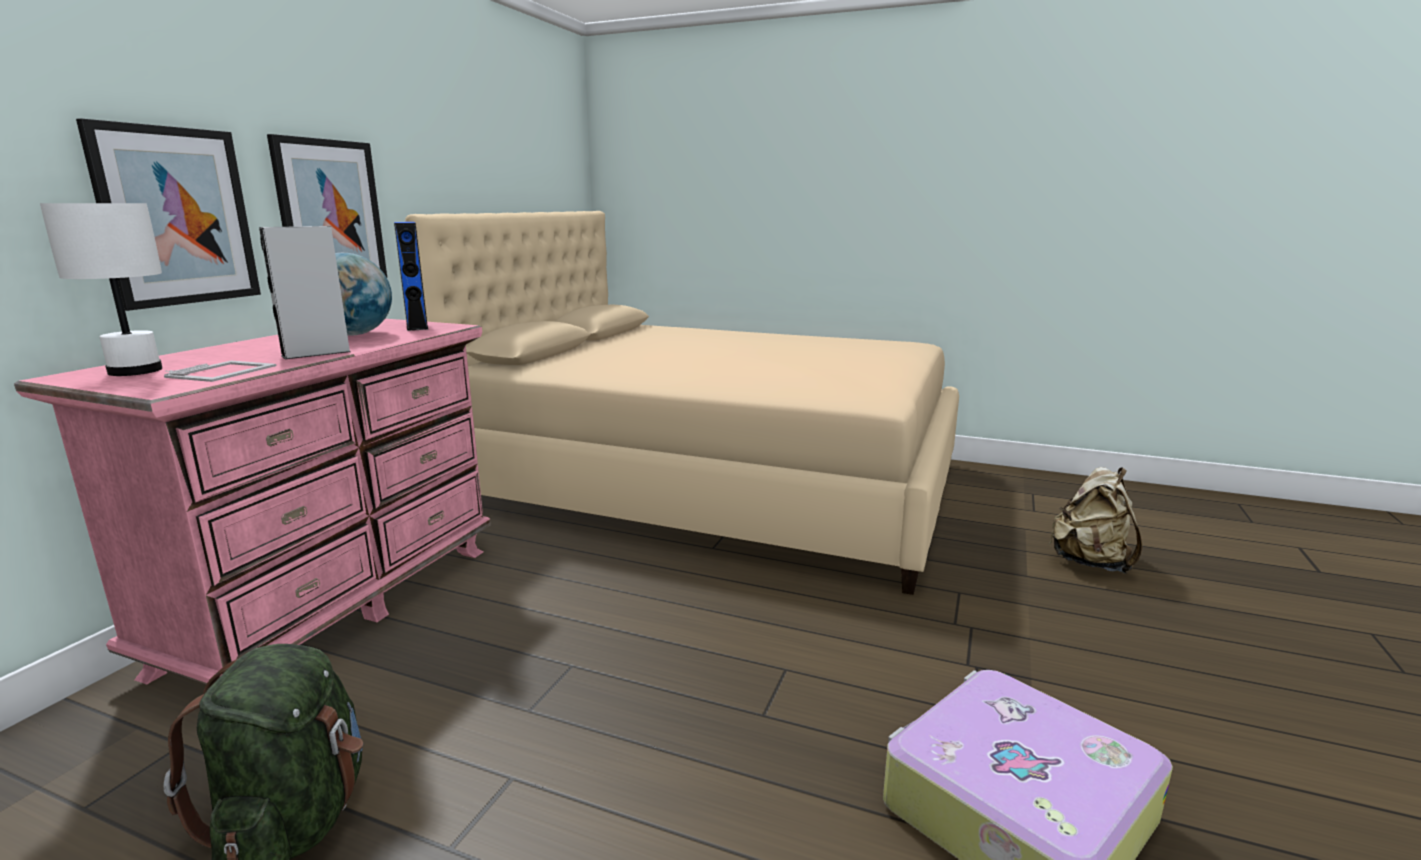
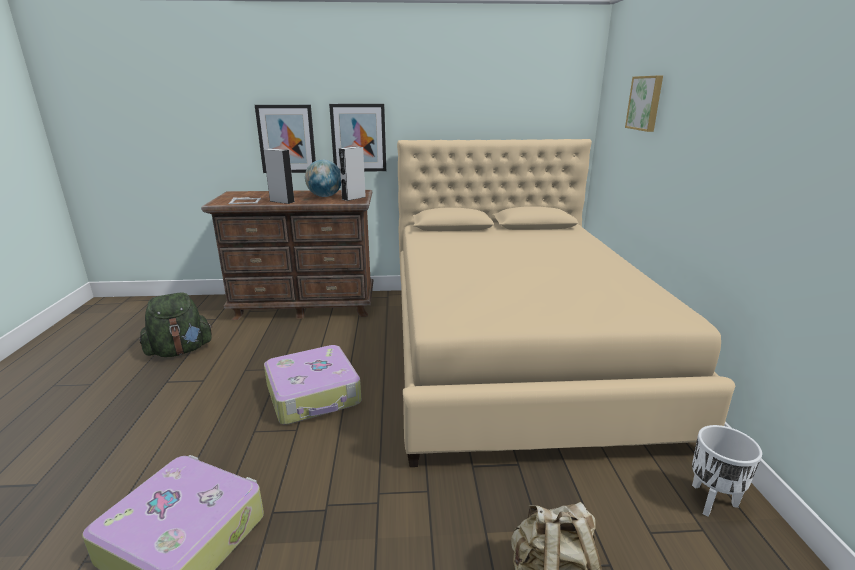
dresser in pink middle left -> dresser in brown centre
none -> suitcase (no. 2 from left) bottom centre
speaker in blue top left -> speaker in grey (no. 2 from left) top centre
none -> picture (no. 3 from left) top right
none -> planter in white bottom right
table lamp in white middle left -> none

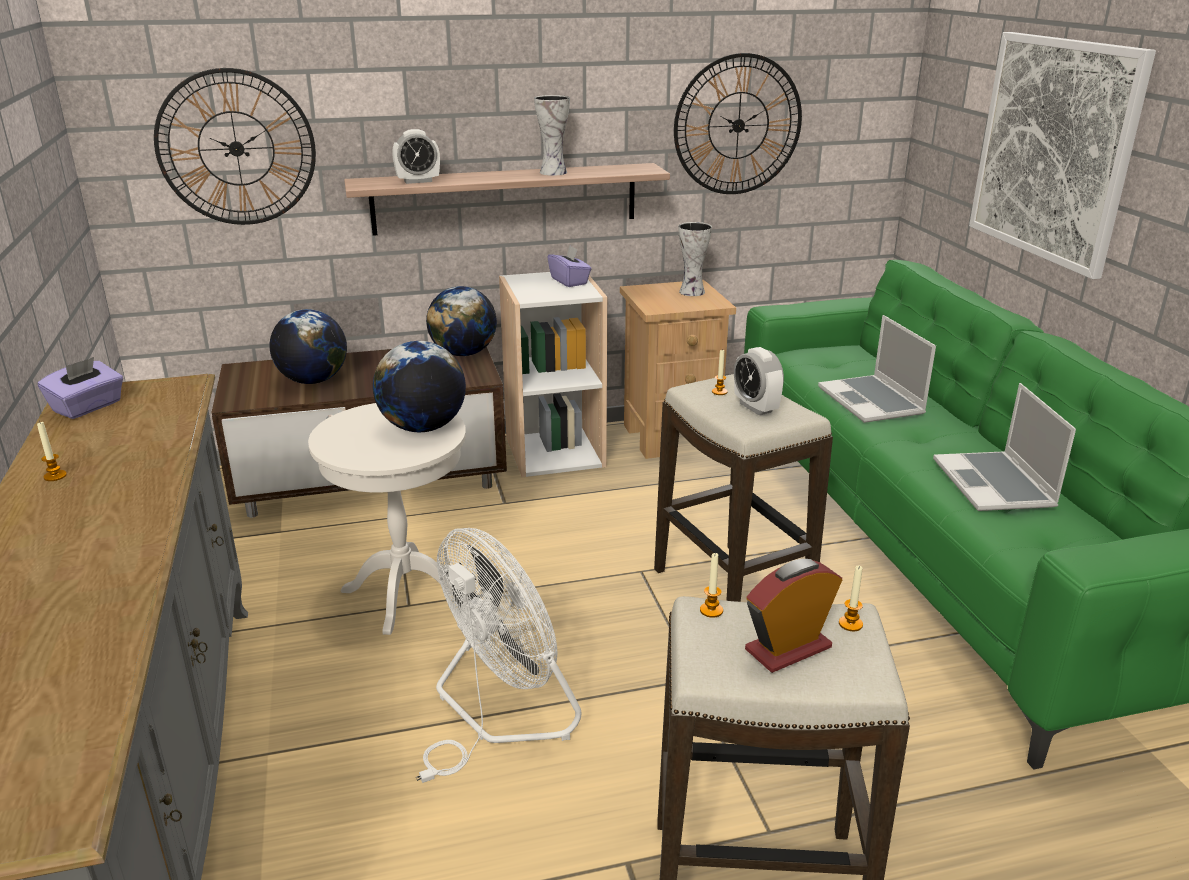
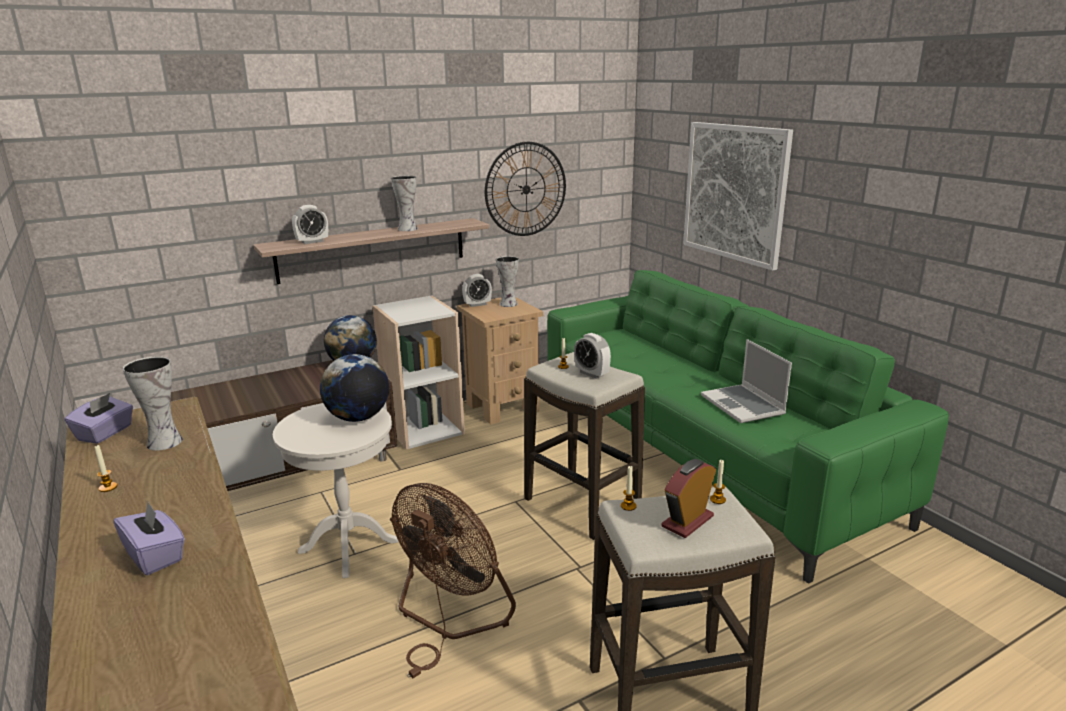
tissue box in purple (no. 2 from left) top centre -> tissue box in purple (no. 2 from left) bottom left, relocated
none -> vase (no. 1 from left) middle left
fan in white bottom centre -> fan in brown bottom centre
none -> alarm clock (no. 2 from left) centre
wall clock (no. 1 from left) top left -> none
globe (no. 1 from left) middle left -> none
laptop (no. 1 from left) middle right -> none

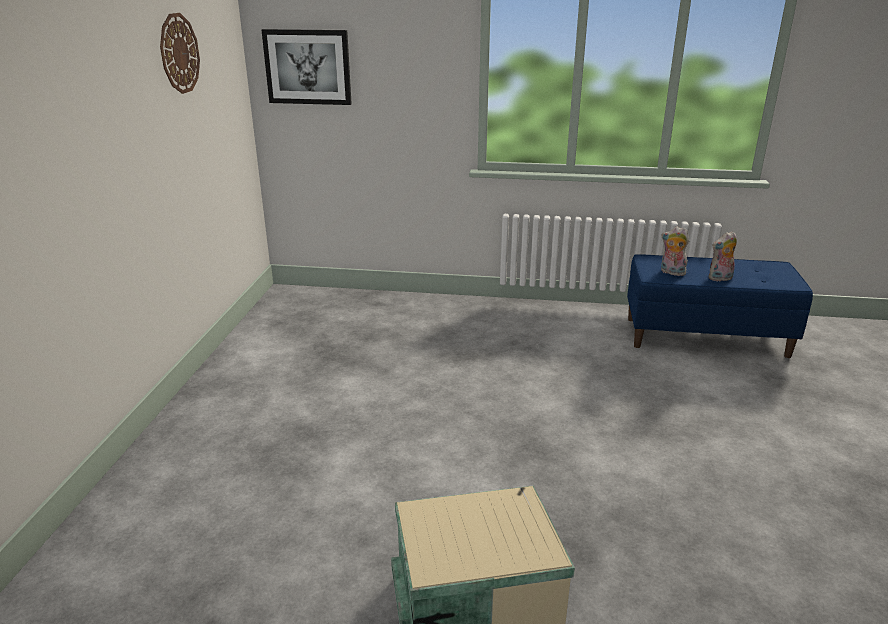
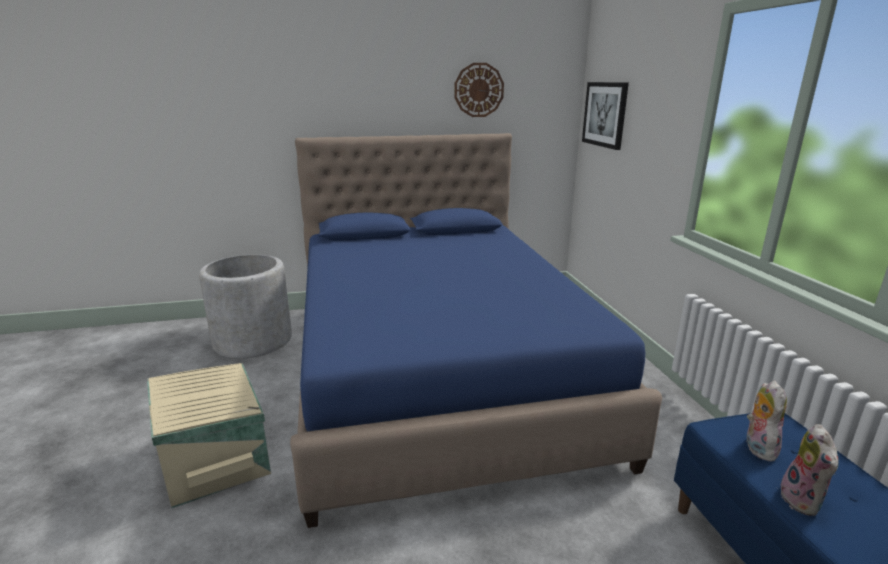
none -> planter in grey middle left
none -> bed in blue centre
plush toy (no. 2 from left) middle right -> plush toy (no. 2 from left) bottom right, 135 degrees counterclockwise

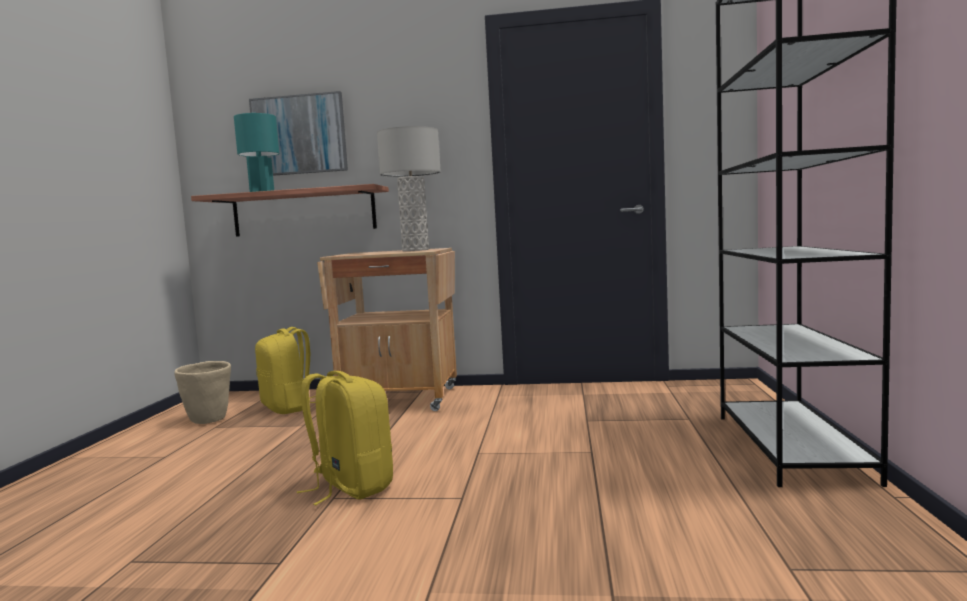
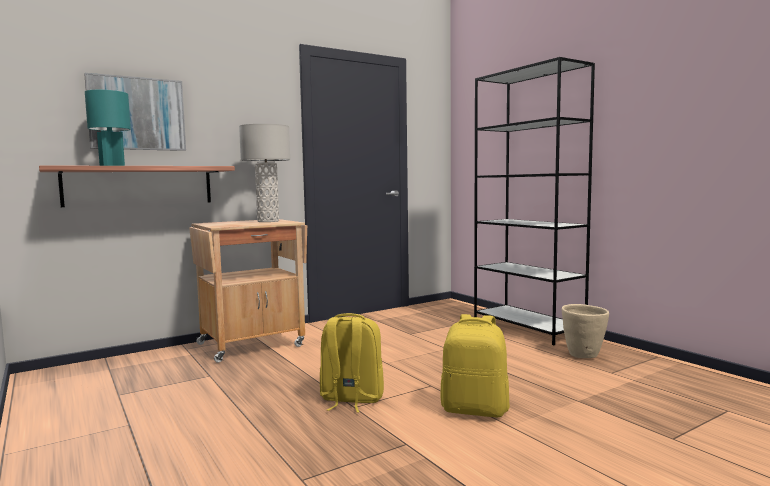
backpack in yellow (no. 1 from left in the first image) middle left -> backpack in yellow (no. 2 from left) bottom centre, relocated
planter in beige middle left -> planter in beige bottom right, relocated

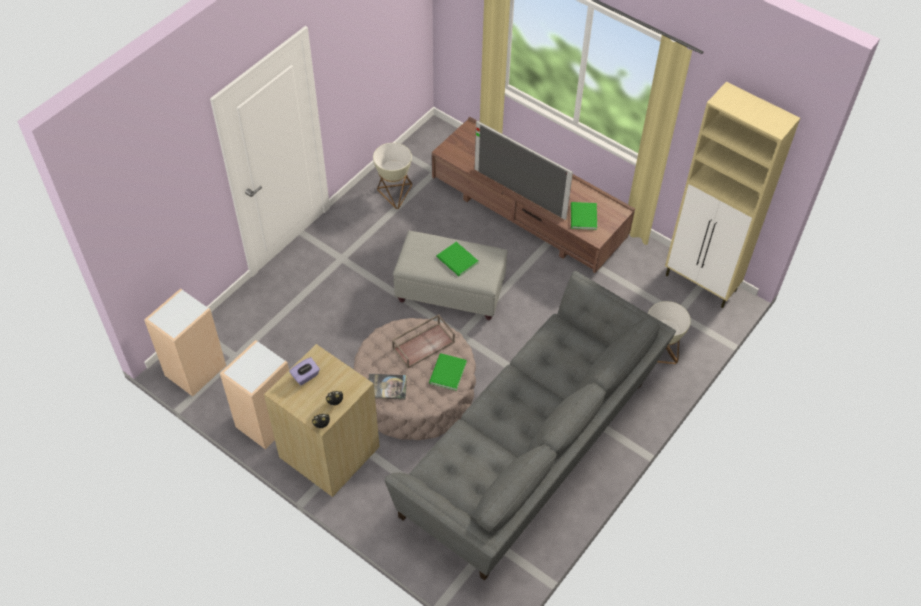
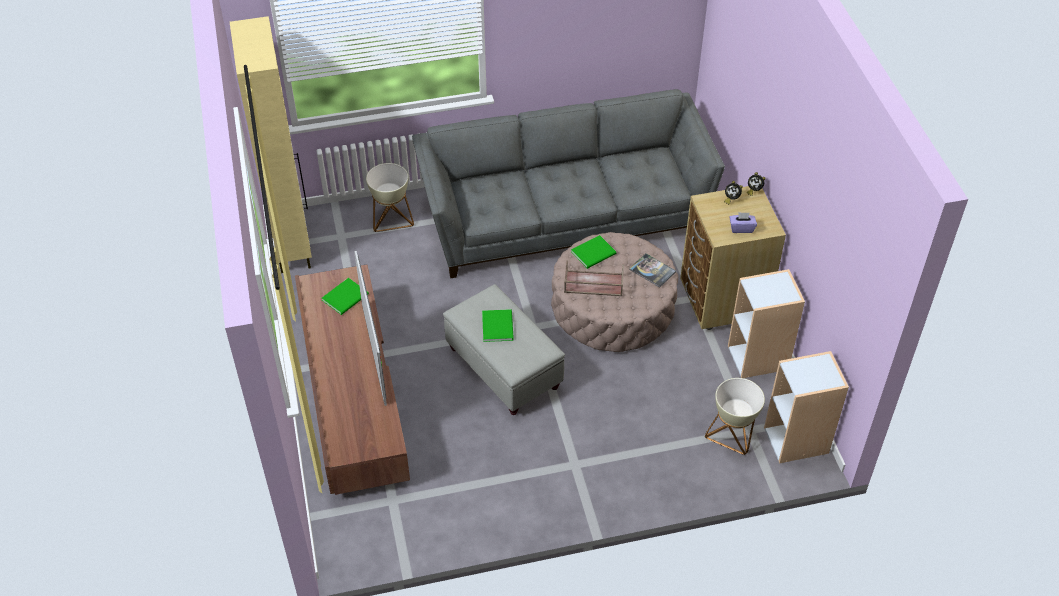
planter (no. 1 from left in the first image) top centre -> planter (no. 2 from left) bottom right, relocated

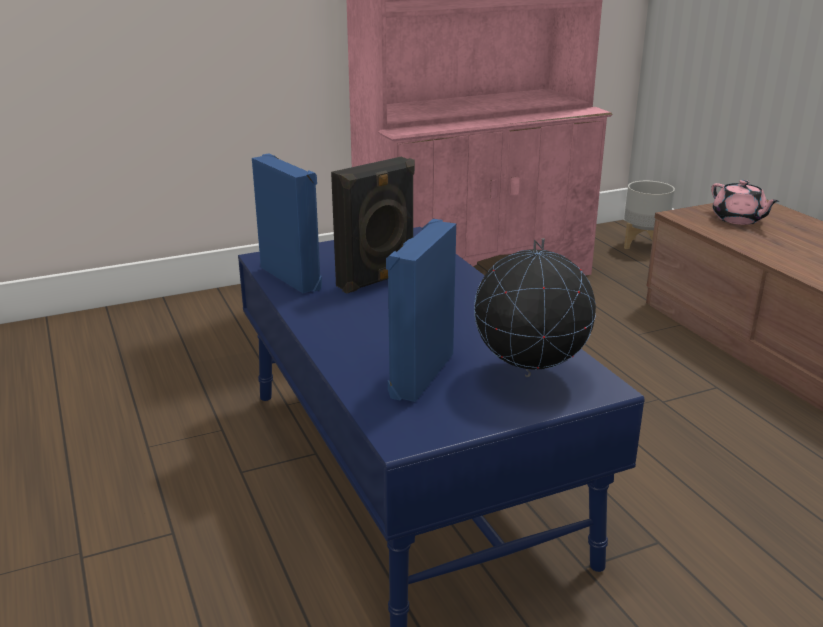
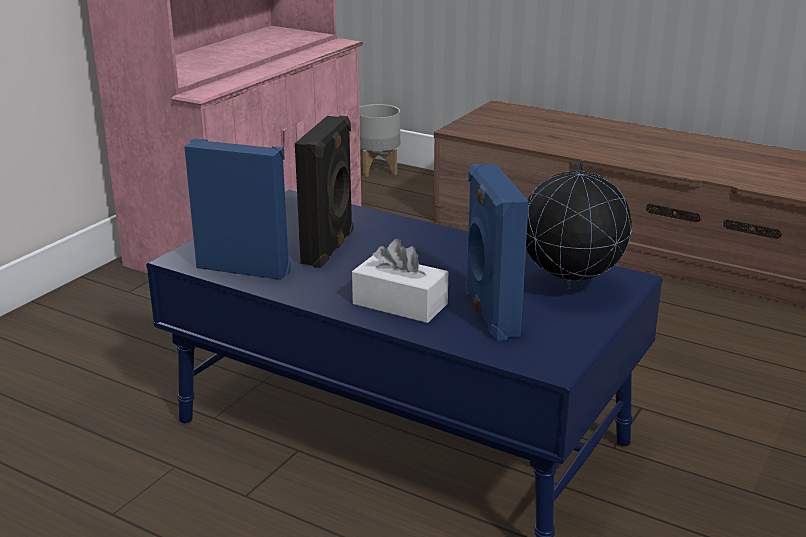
none -> tissue box in white centre
teapot in pink top right -> none

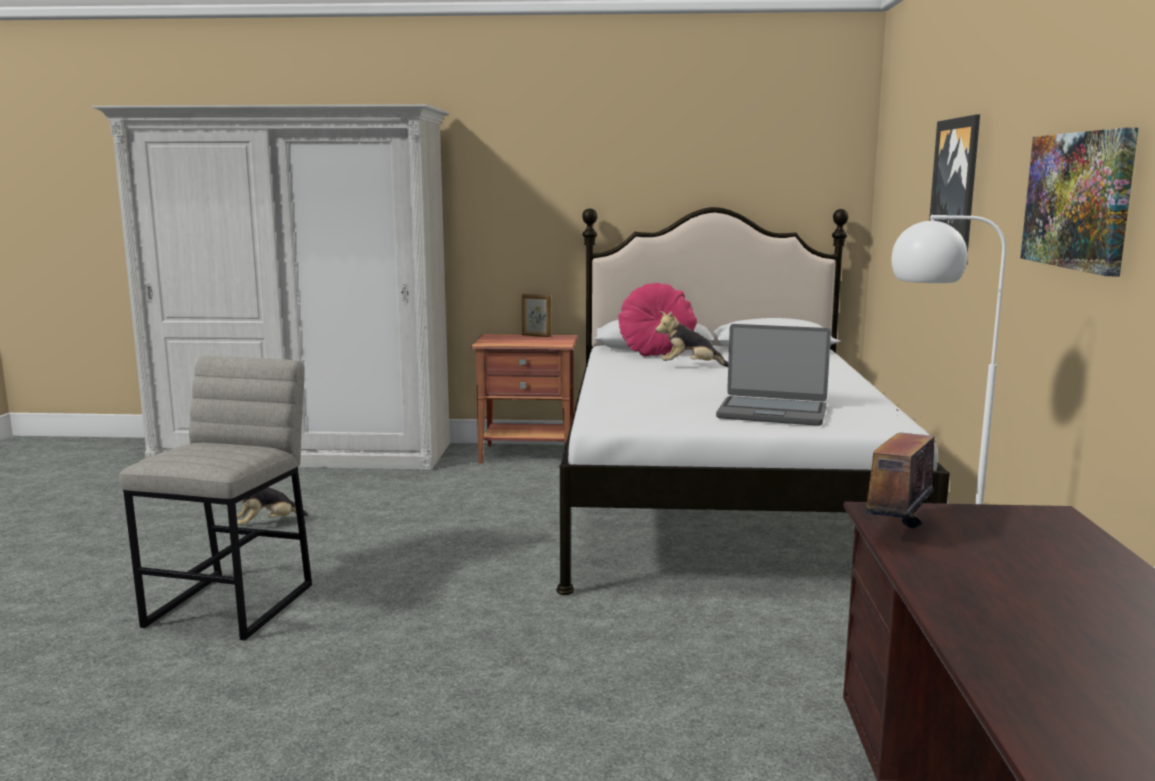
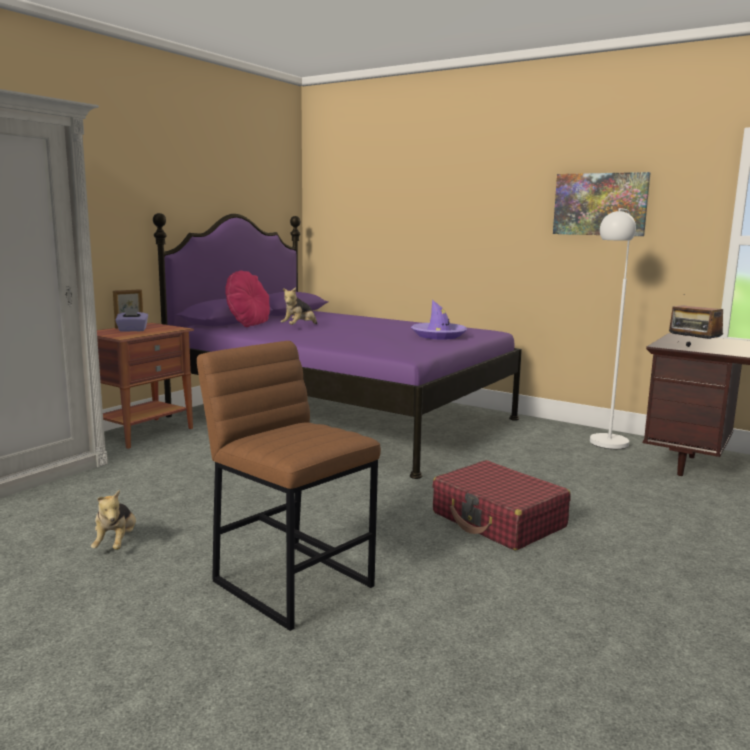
none -> tissue box in purple middle left
bed in white centre -> bed in purple centre
chair in grey middle left -> chair in brown centre
laptop middle right -> hat in purple centre
none -> suitcase in red bottom right
picture (no. 1 from left) top right -> none

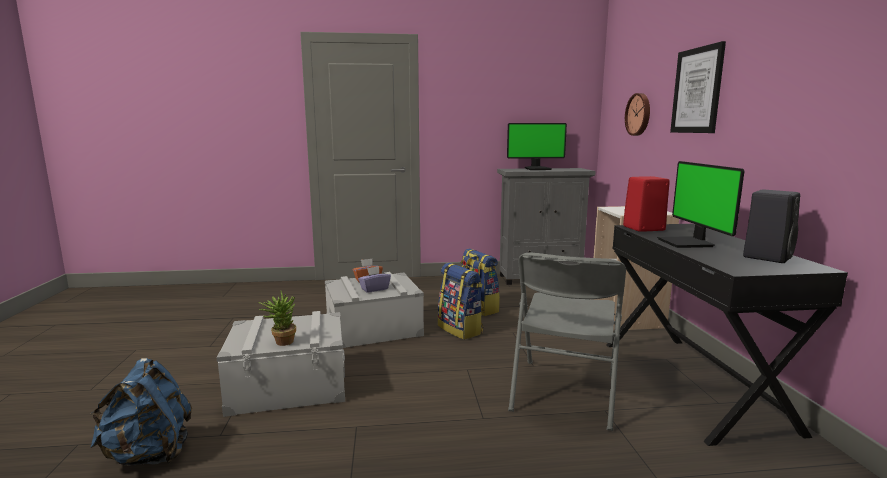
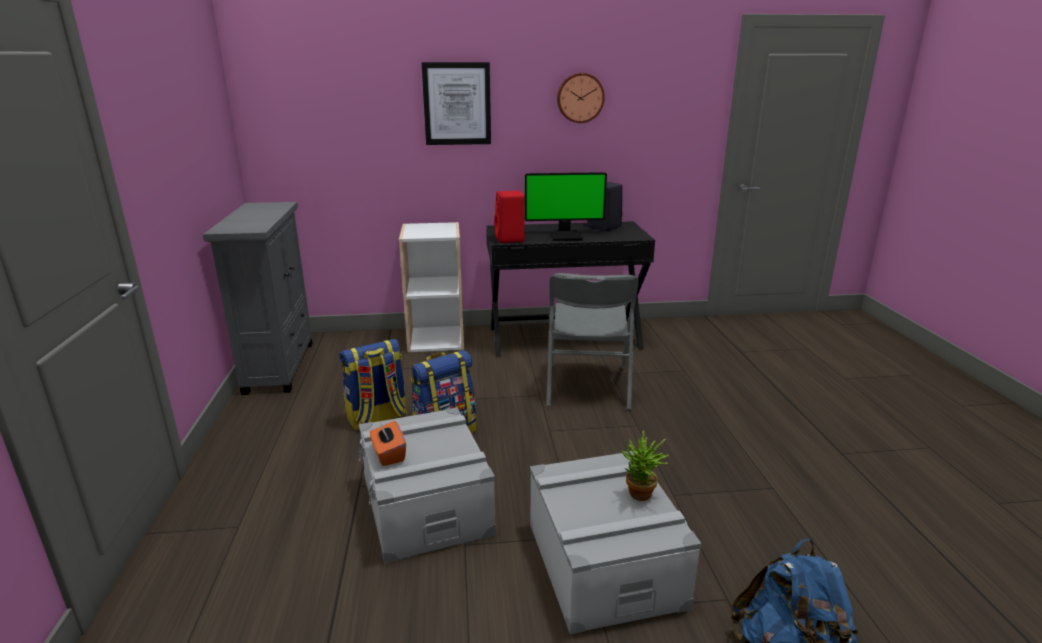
chair in grey bottom centre -> chair in grey centre, 75 degrees clockwise
wall clock top right -> wall clock top centre, relocated
tissue box in purple centre -> none
monitor (no. 1 from left) top centre -> none

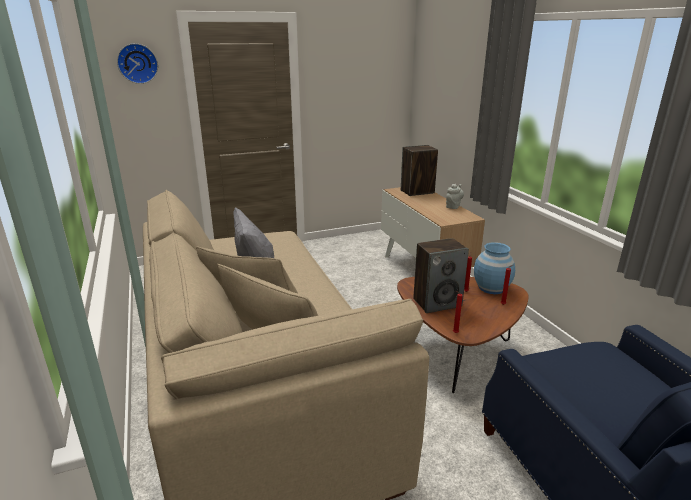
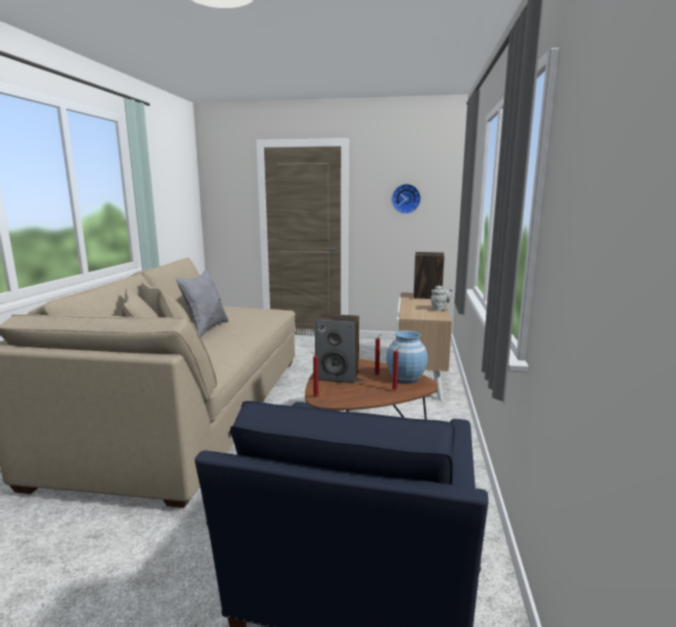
wall clock top left -> wall clock top centre, relocated

